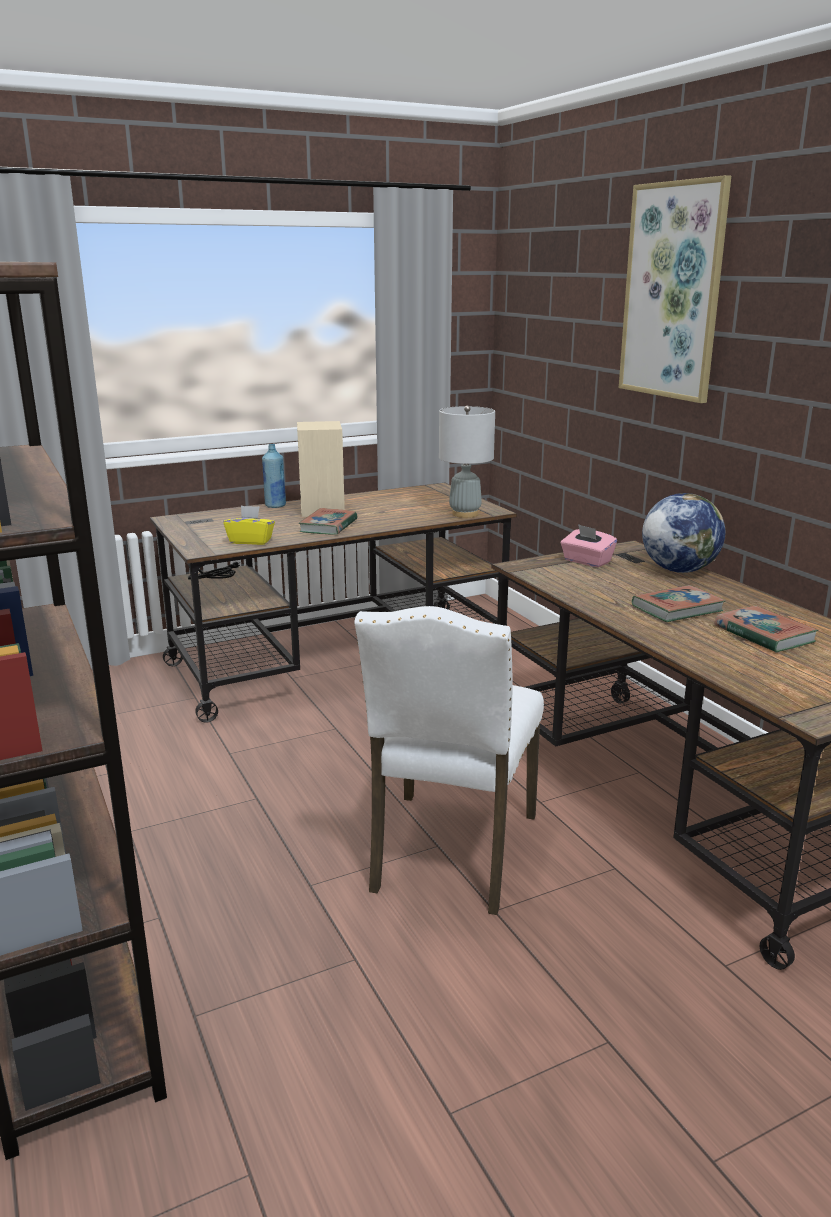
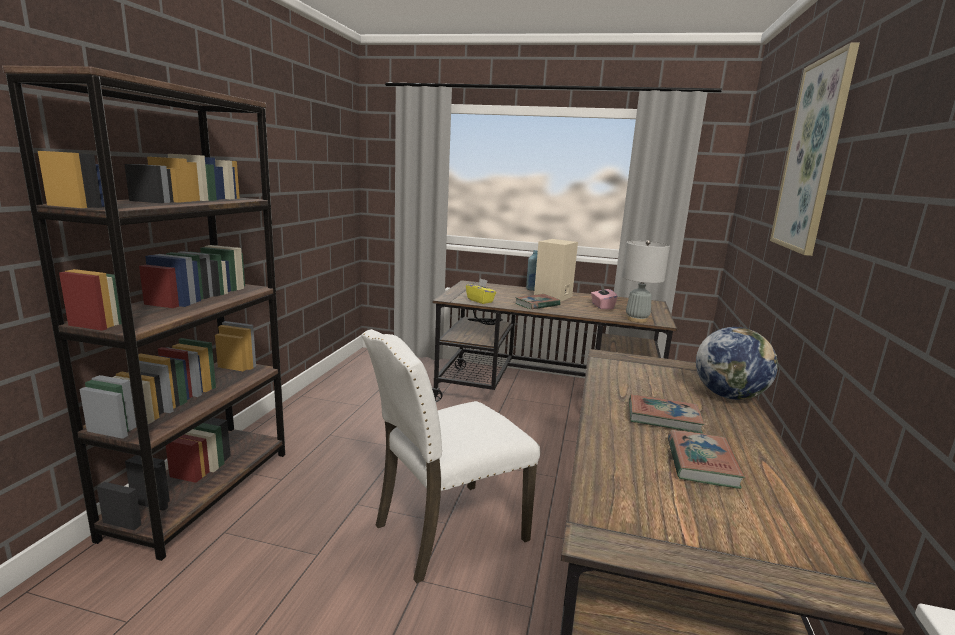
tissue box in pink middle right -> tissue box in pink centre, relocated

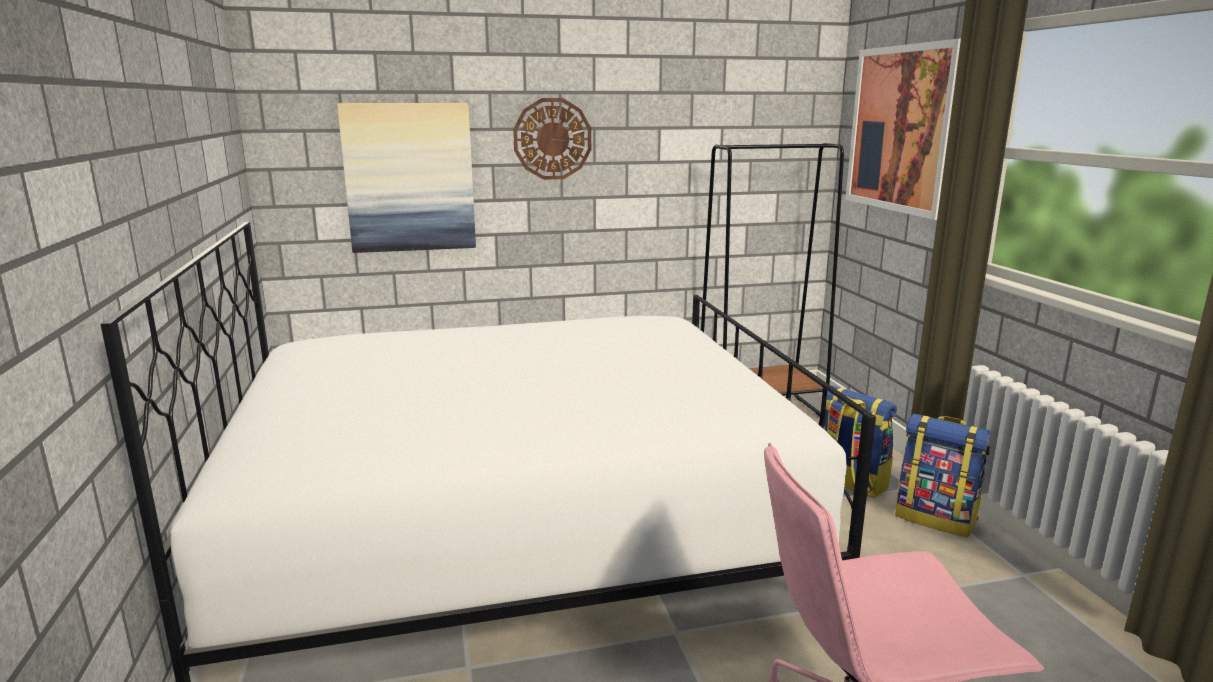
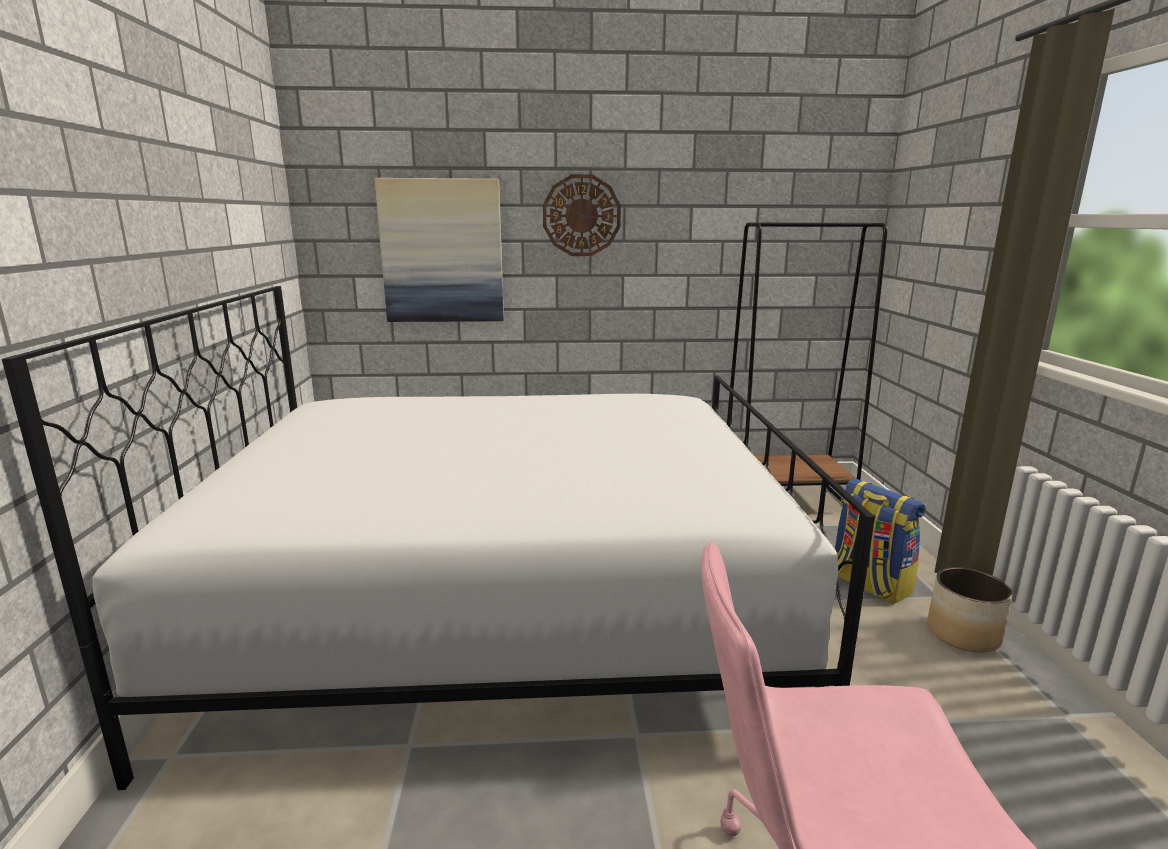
backpack (no. 2 from left) bottom right -> planter bottom right
picture (no. 2 from left) top right -> none

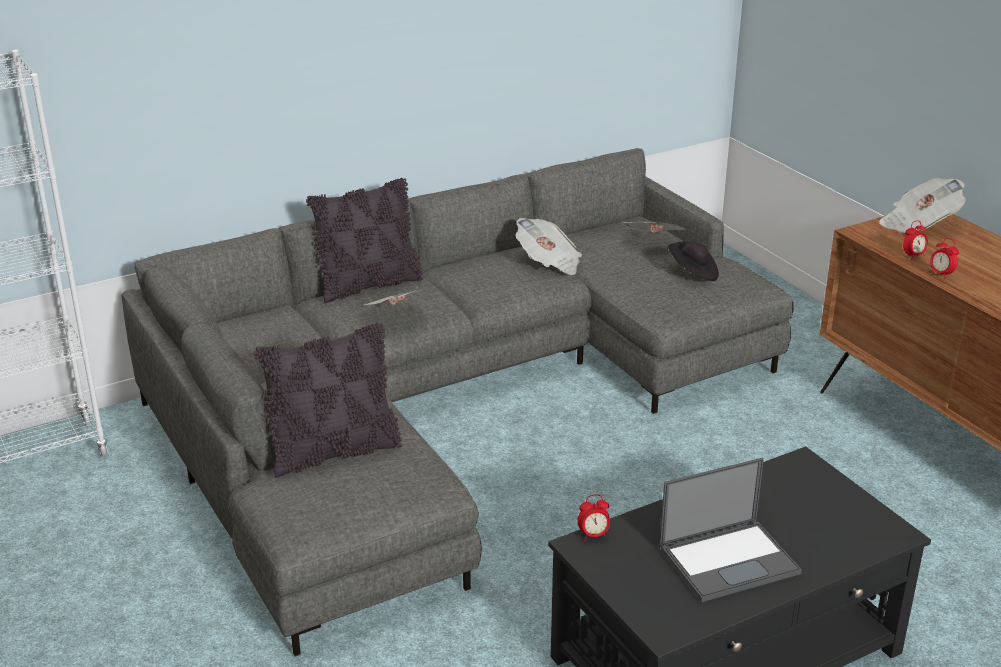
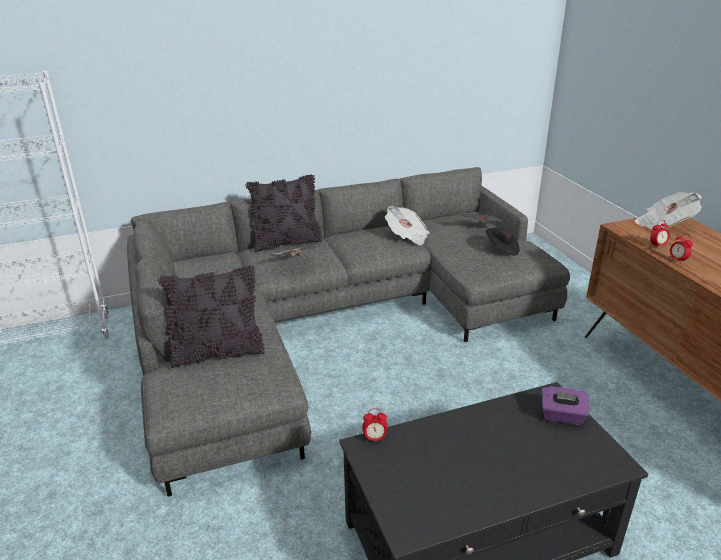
none -> tissue box in purple bottom right
laptop bottom right -> none

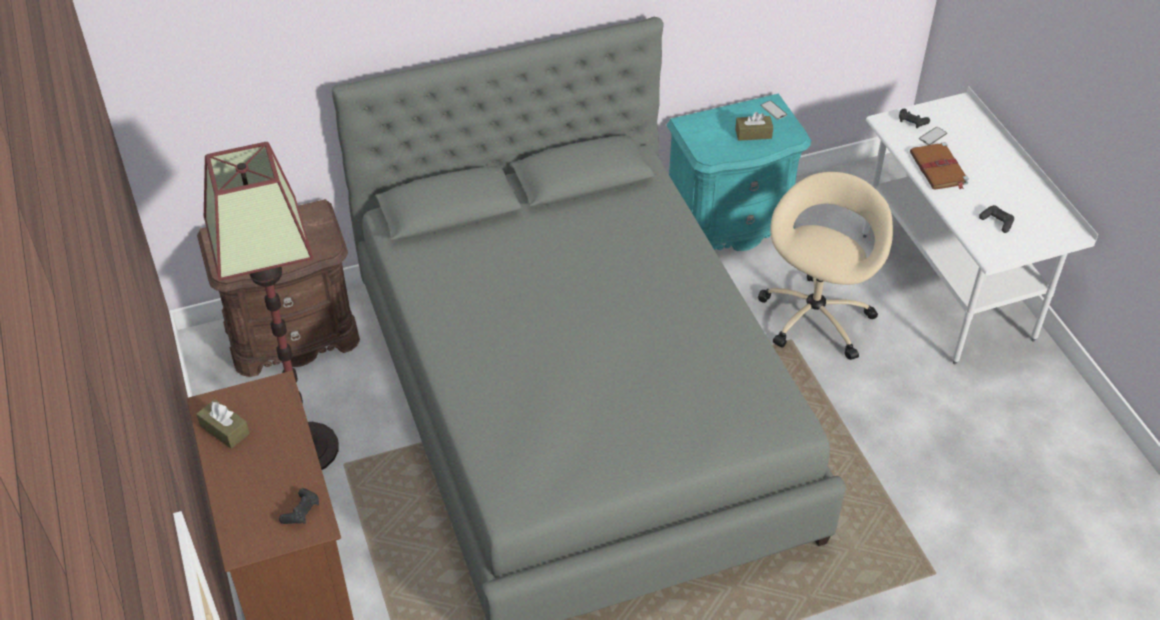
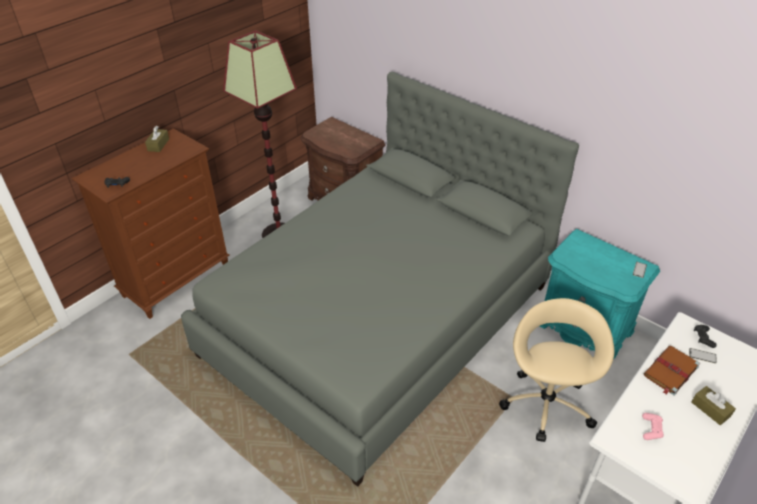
office chair in beige middle right -> office chair in beige bottom right, 90 degrees counterclockwise
game controller in black (no. 3 from left) middle right -> game controller in pink bottom right
tissue box in brown (no. 2 from left) top centre -> tissue box in brown (no. 2 from left) bottom right, relocated

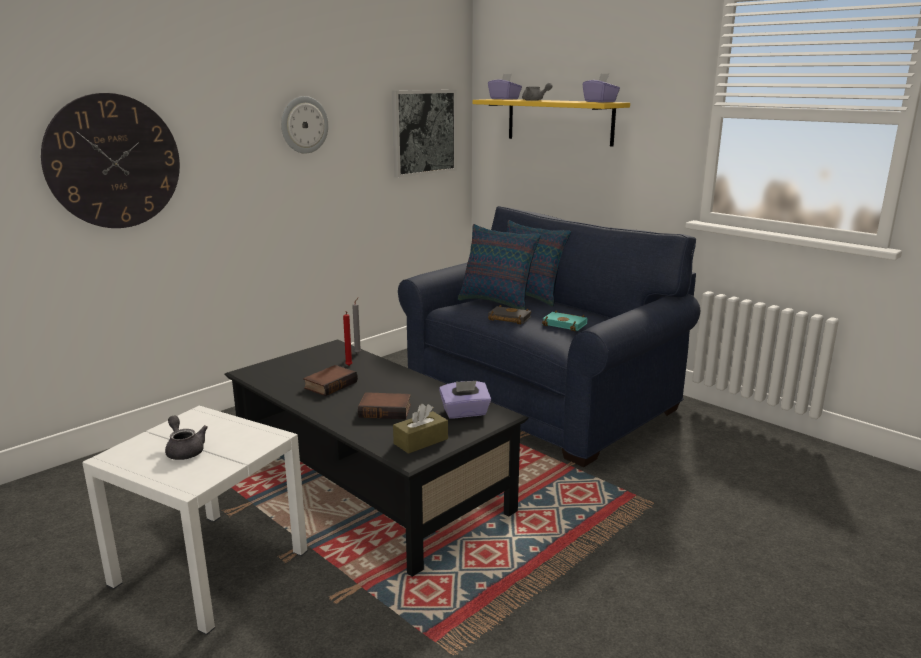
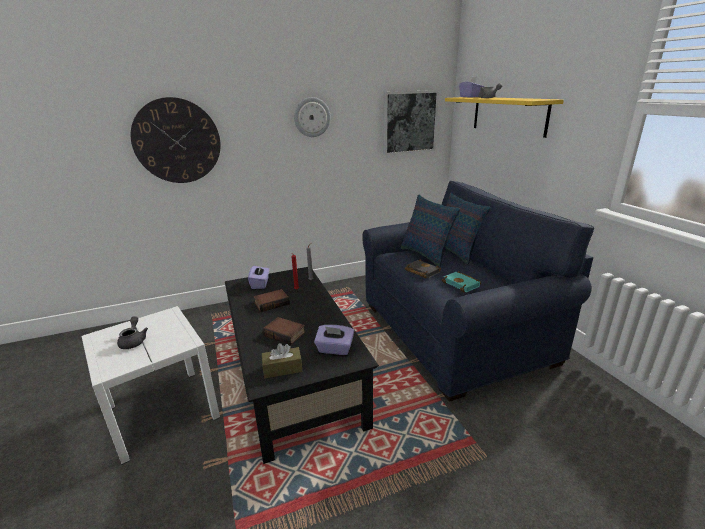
tissue box in purple (no. 3 from left in the first image) top centre -> tissue box in purple (no. 1 from left) centre, relocated

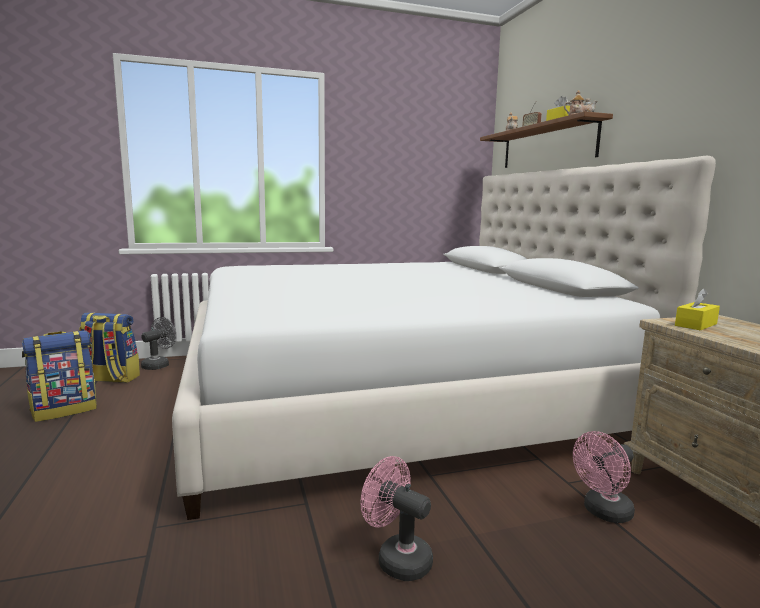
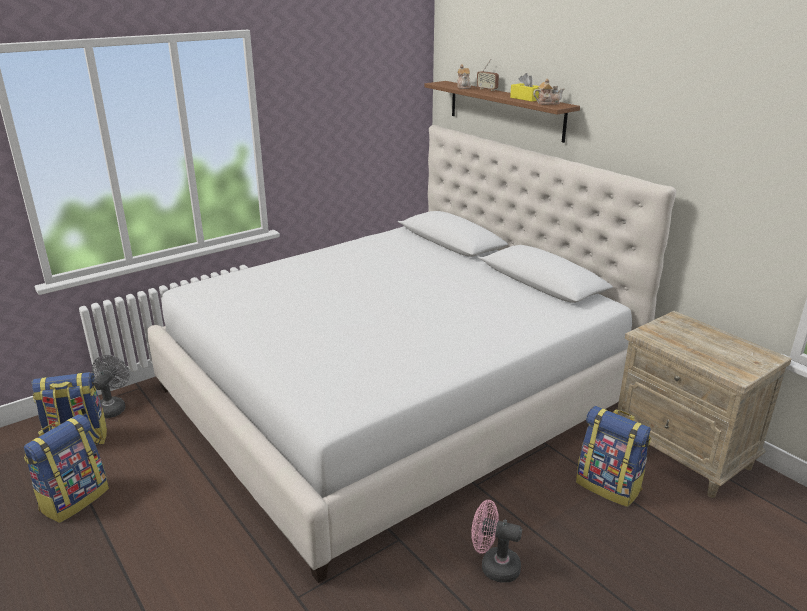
fan in pink (no. 2 from left) bottom right -> backpack (no. 3 from left) bottom right
tissue box in yellow (no. 2 from left) middle right -> none

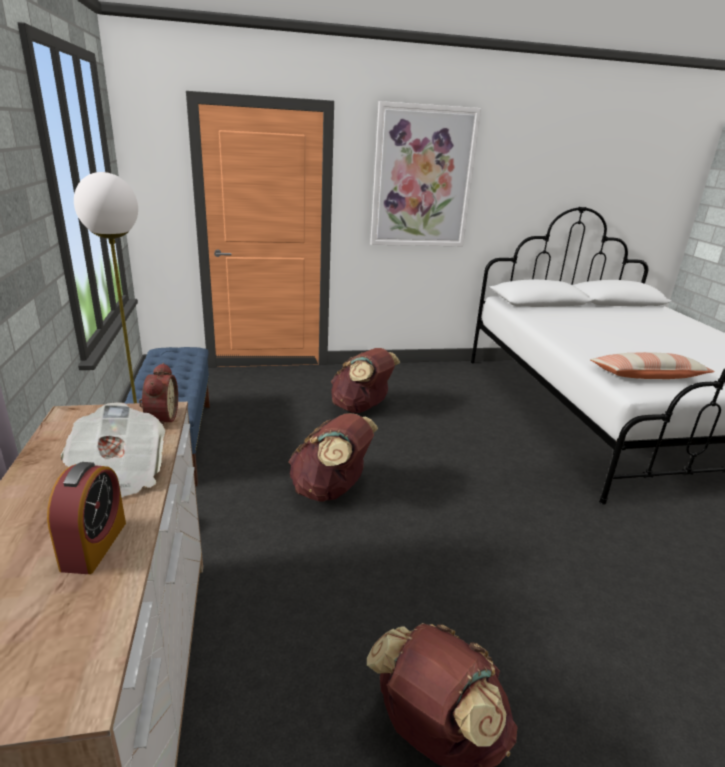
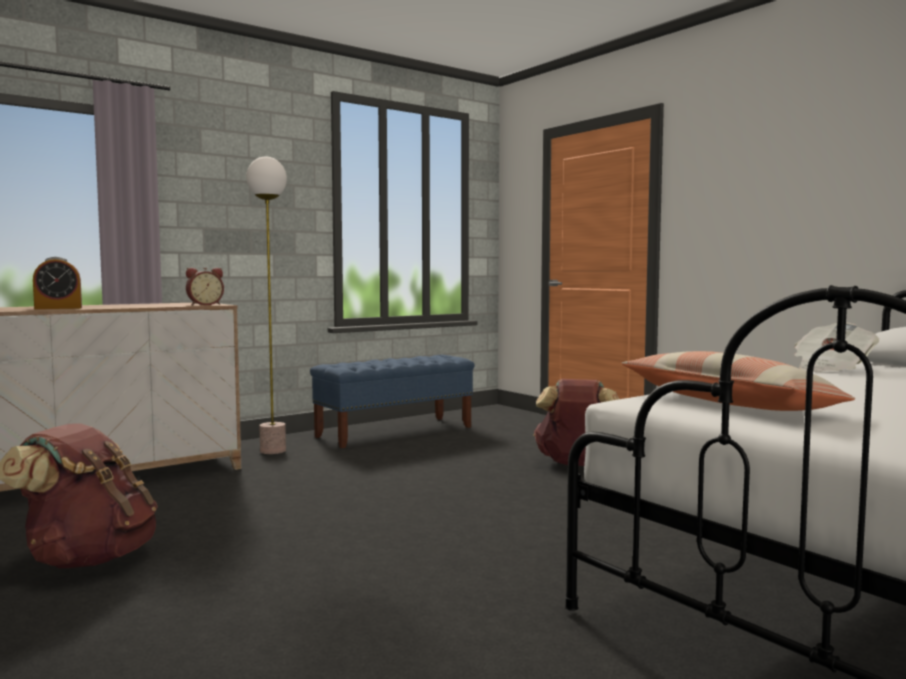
newspaper middle left -> newspaper middle right, relocated
backpack in brown (no. 1 from left) centre -> none
picture top centre -> none

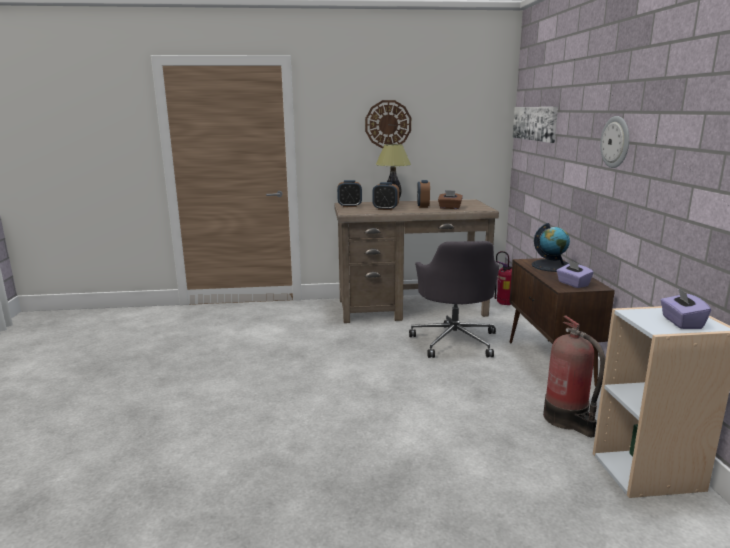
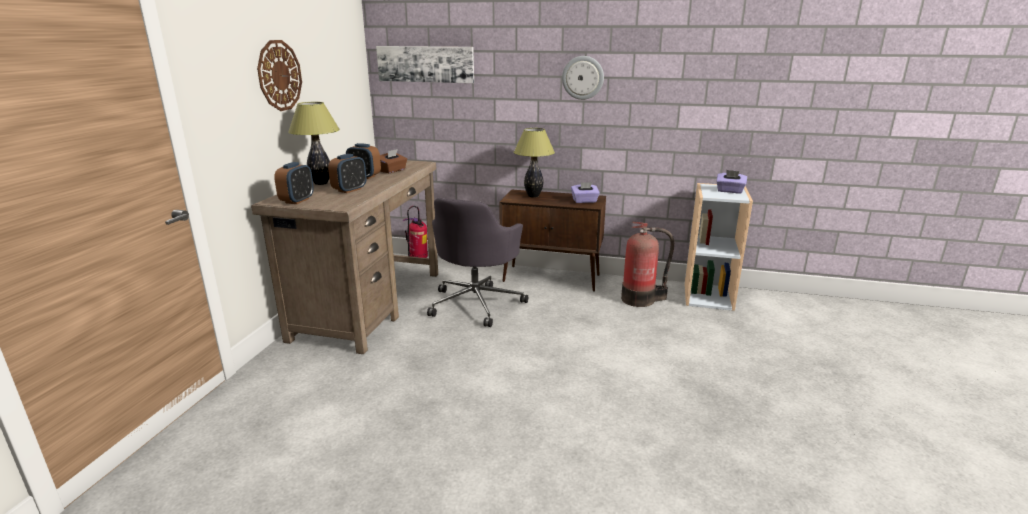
office chair in grey centre, 90 degrees clockwise
globe middle right -> table lamp (no. 2 from left) top centre

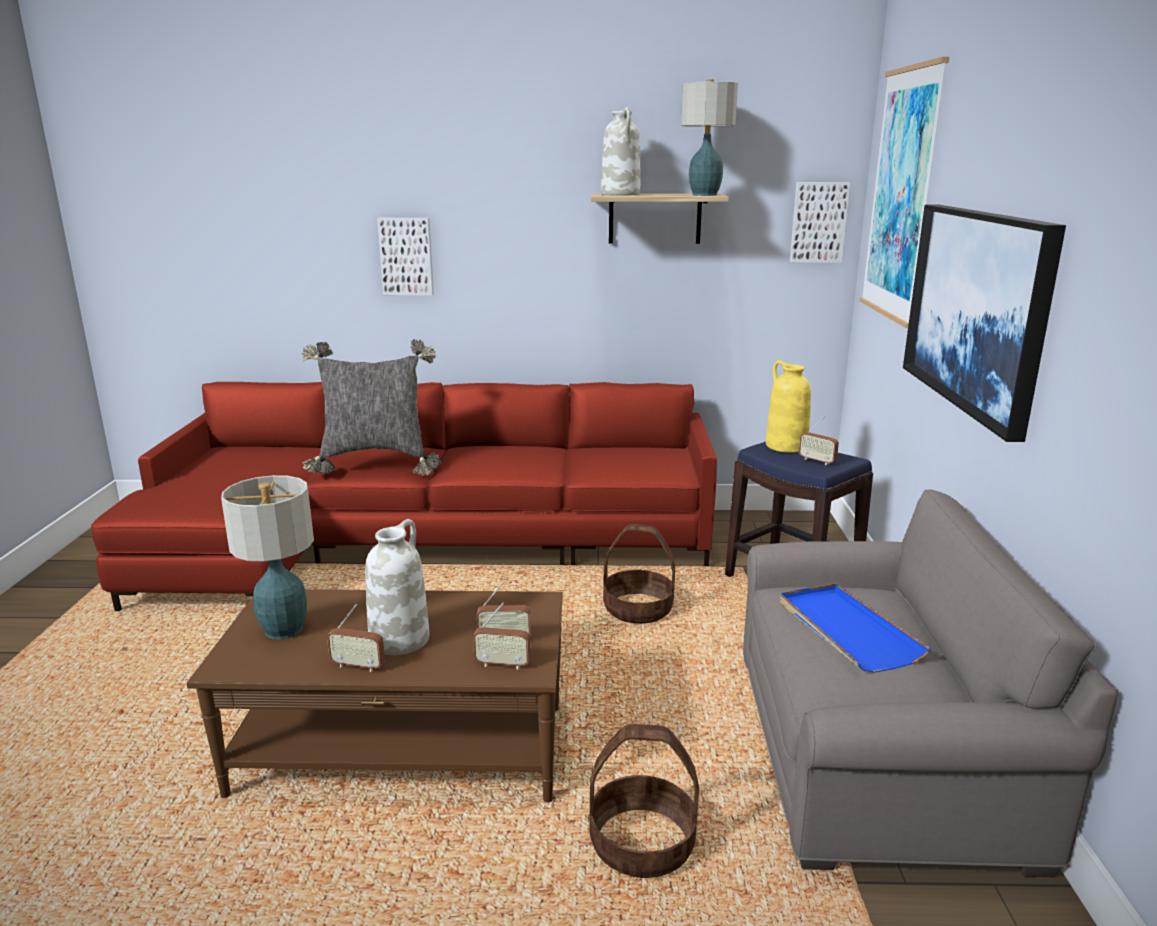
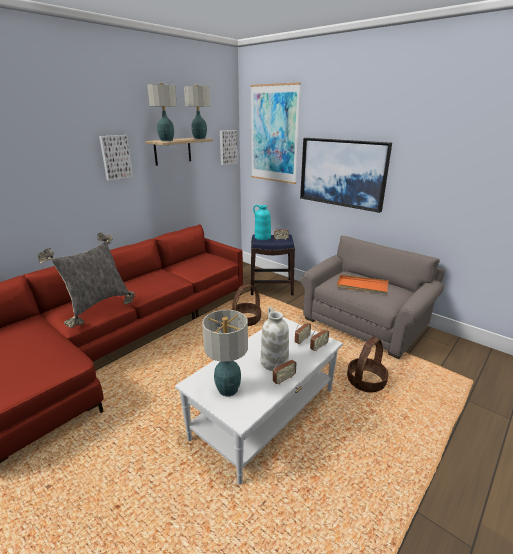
picture (no. 1 from left) top centre -> picture (no. 1 from left) top left, relocated
vase in white (no. 2 from left) top centre -> table lamp (no. 1 from left) top left
coffee table in brown bottom left -> coffee table in white bottom centre
vase in yellow middle right -> vase in turquoise centre
tray in blue bottom right -> tray in orange middle right

